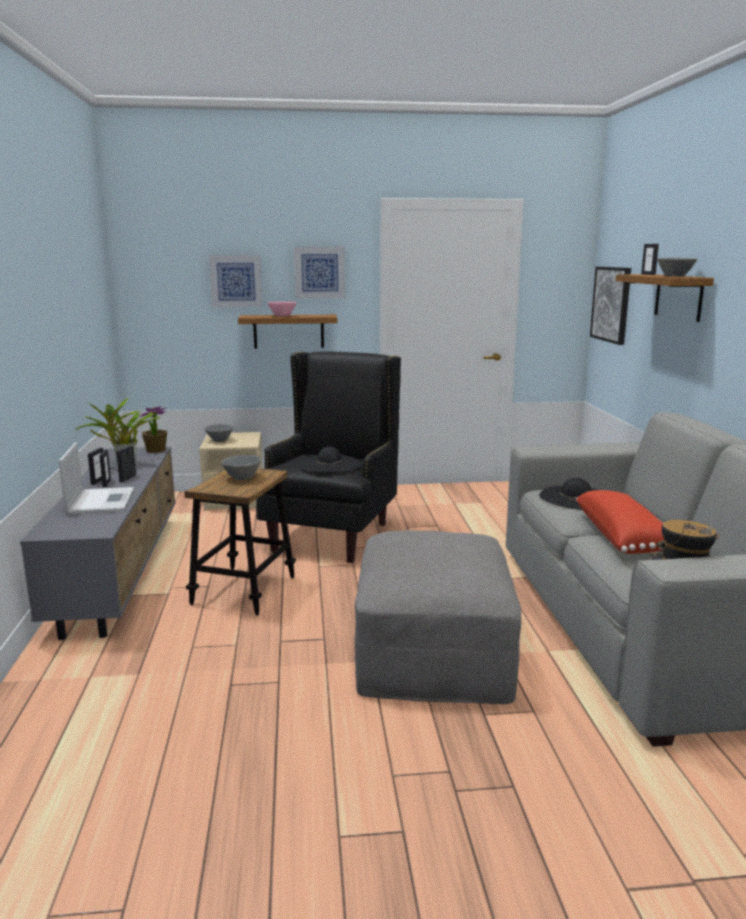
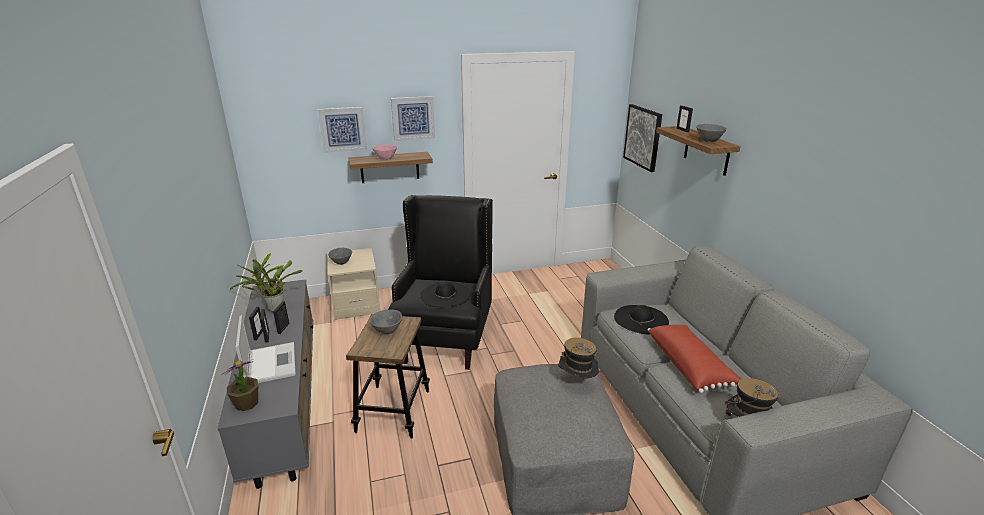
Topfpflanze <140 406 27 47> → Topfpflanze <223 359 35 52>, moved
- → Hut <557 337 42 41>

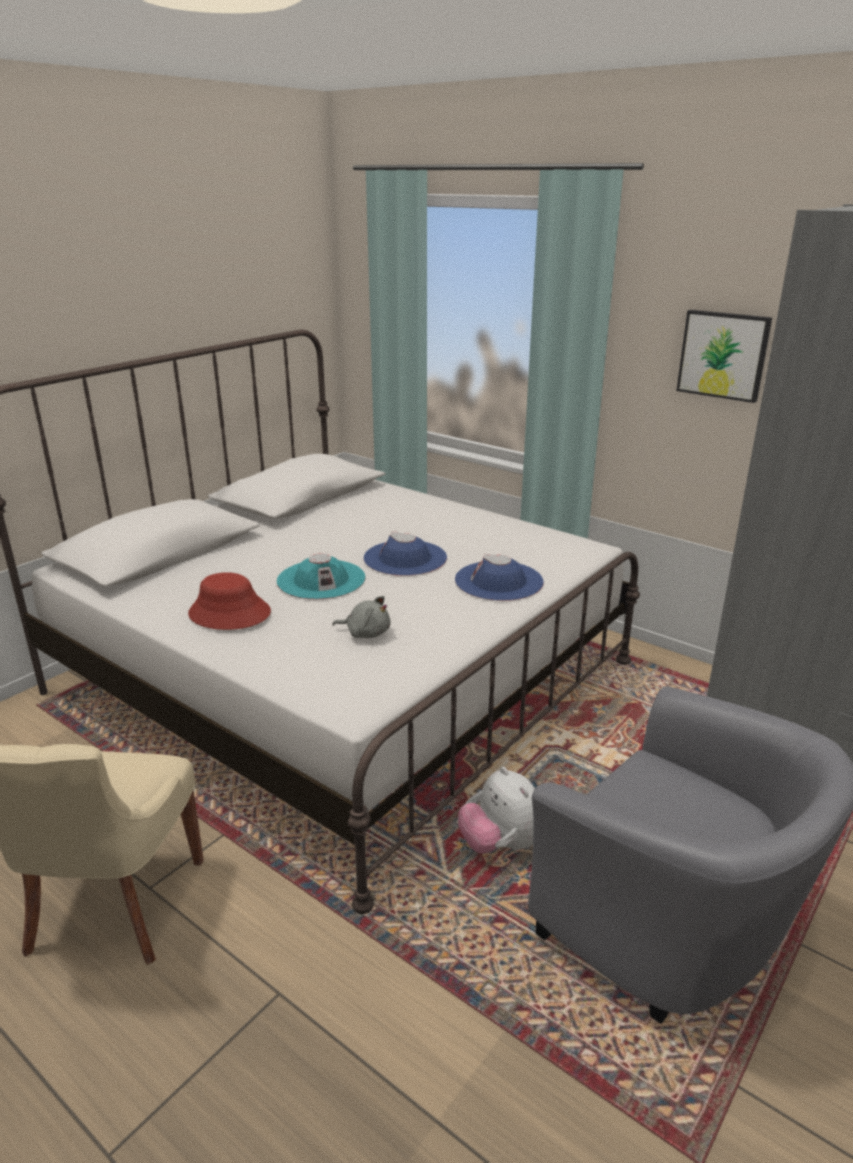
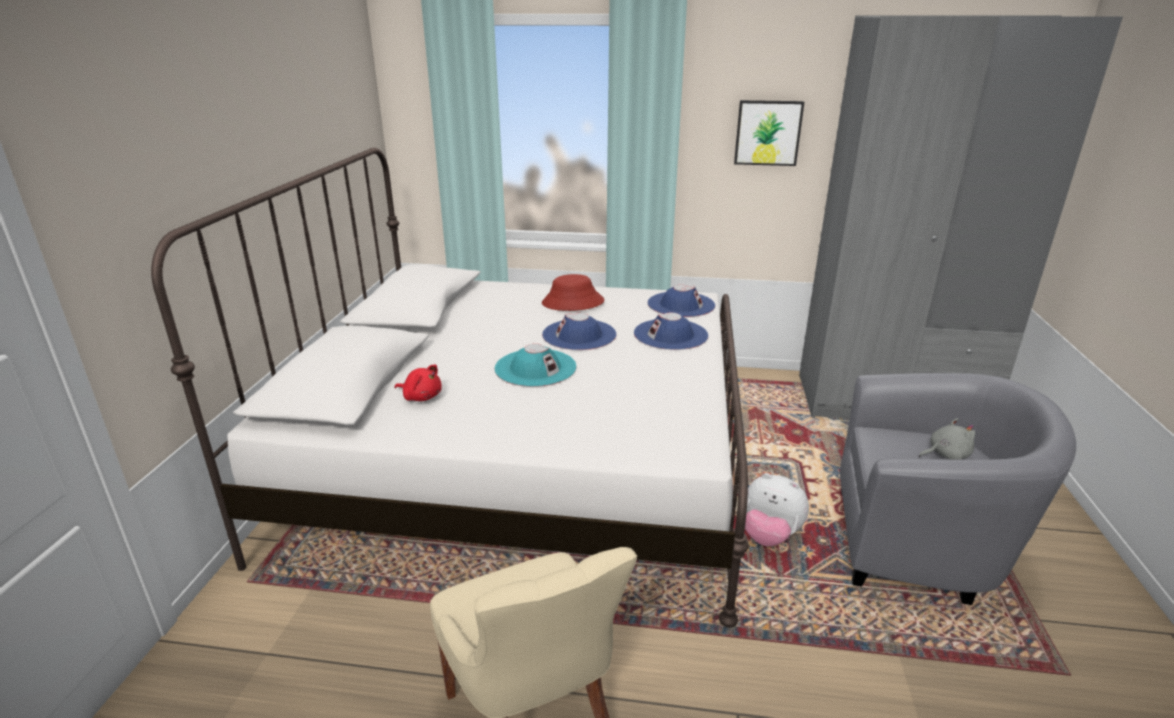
Hut/rot <188 572 83 58> → Hut/rot <542 274 62 37>, moved
Plüschtier/grau <332 596 59 42> → Plüschtier/grau <919 418 56 42>, moved
- → Plüschtier/rot <395 364 47 37>
- → Hut/blau <648 285 67 32>

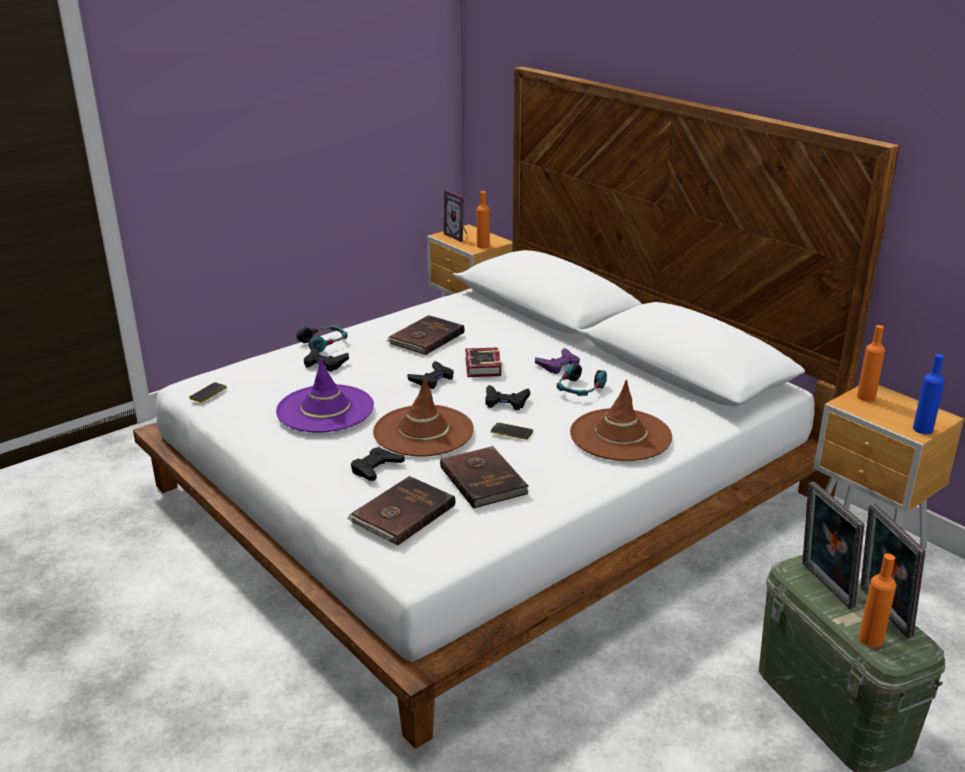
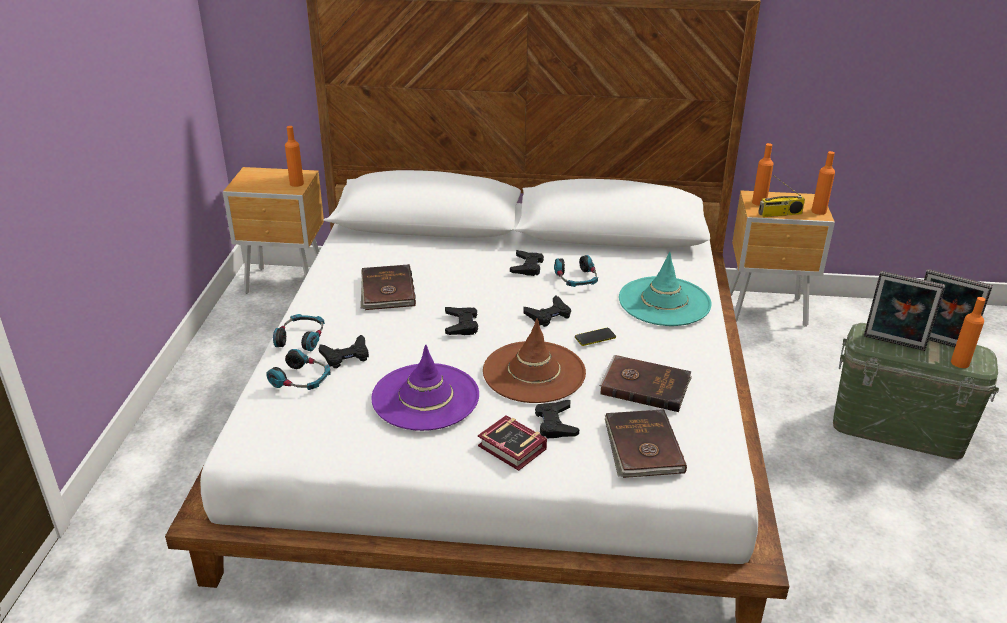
Handy <189 382 38 21> → -
Bilderrahmen <444 190 23 52> → -
Buch <465 348 37 29> → Buch <478 415 69 56>, moved
Gamepad/lila <535 348 45 26> → Gamepad/schwarz <510 250 34 26>
Hut/braun <570 379 102 82> → Hut/türkis <619 251 93 75>
Flasche/blau <913 354 32 80> → Flasche/orange <811 151 24 64>
- → Kopfhörer <266 349 65 41>
- → Radio <758 175 47 42>

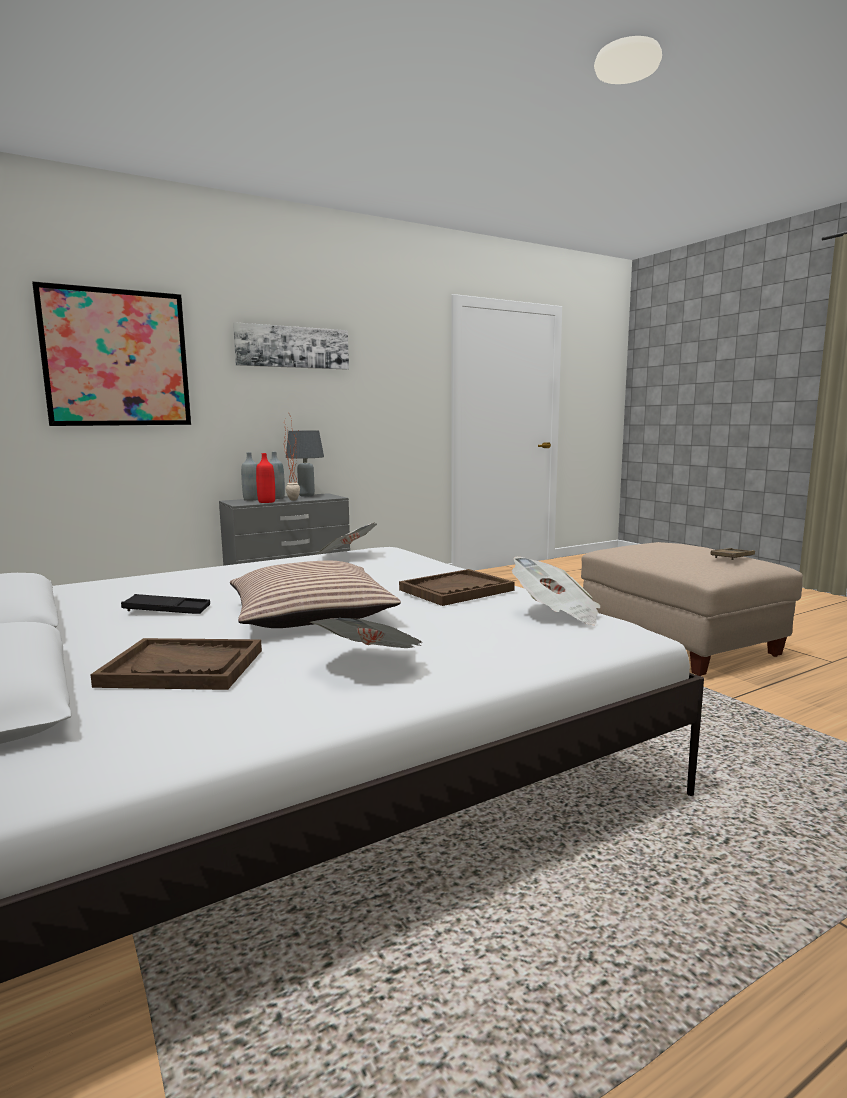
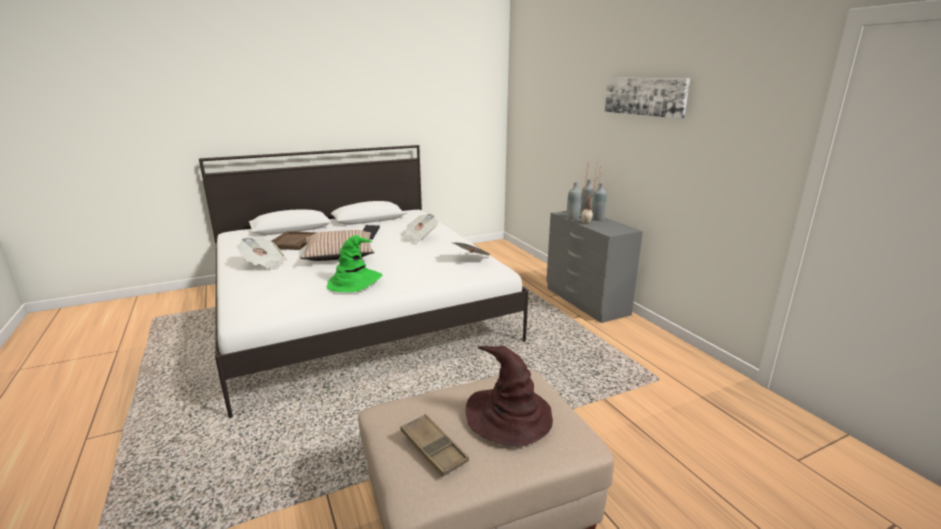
Bild <32 281 159 145> → -
Flasche/rot <256 453 19 50> → Flasche/grau <567 182 15 38>
Tischlampe/grau <286 430 38 67> → -
Tablett/braun <399 569 116 37> → Hut/grün <327 235 56 57>
Zeitung <512 556 88 70> → Zeitung <400 214 38 29>, moved
- → Hut/braun <466 346 87 101>

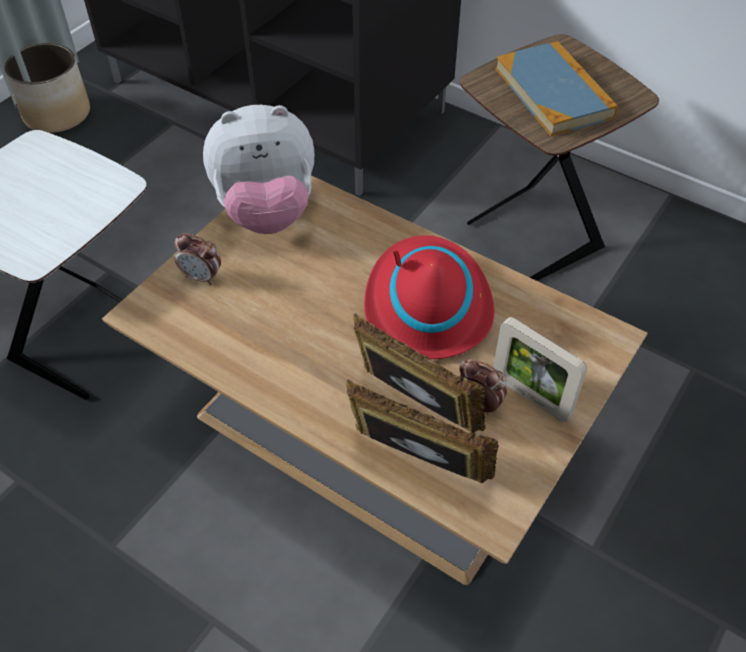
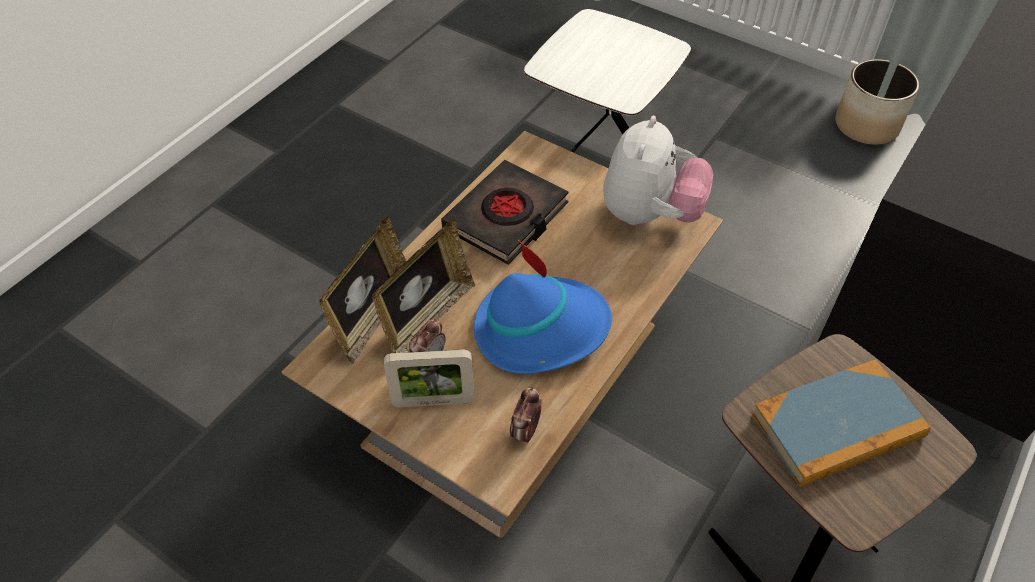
Wecker <174 233 47 52> → Wecker <510 387 32 56>, moved
Plüschtier <203 105 111 129> → Plüschtier <603 116 110 109>, 150 degrees counterclockwise
Hut/rot <364 235 130 124> → Hut/blau <474 240 138 134>
Bilderrahmen <493 317 94 105> → Bilderrahmen <384 349 90 58>, 135 degrees counterclockwise
- → Buch/schwarz <441 160 128 105>

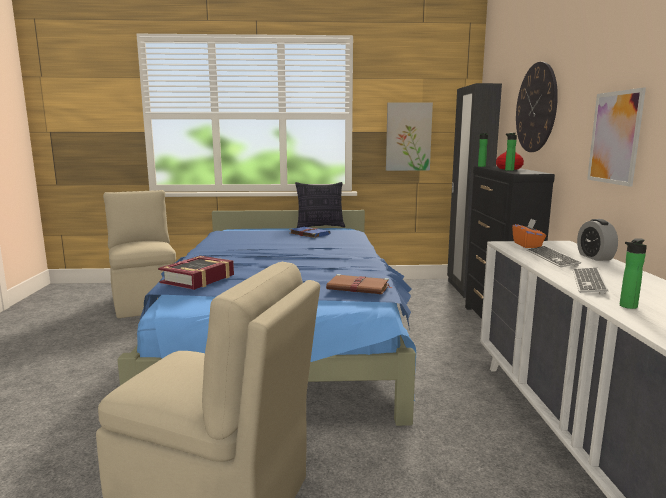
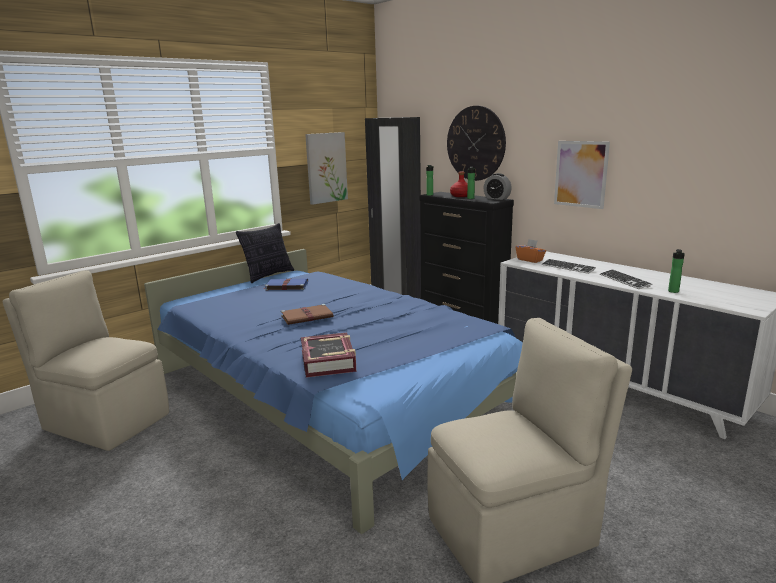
Buch/braun <326 274 65 20> → Buch/braun <281 304 52 21>, moved
Wecker <577 219 41 42> → Wecker <484 173 28 27>, moved

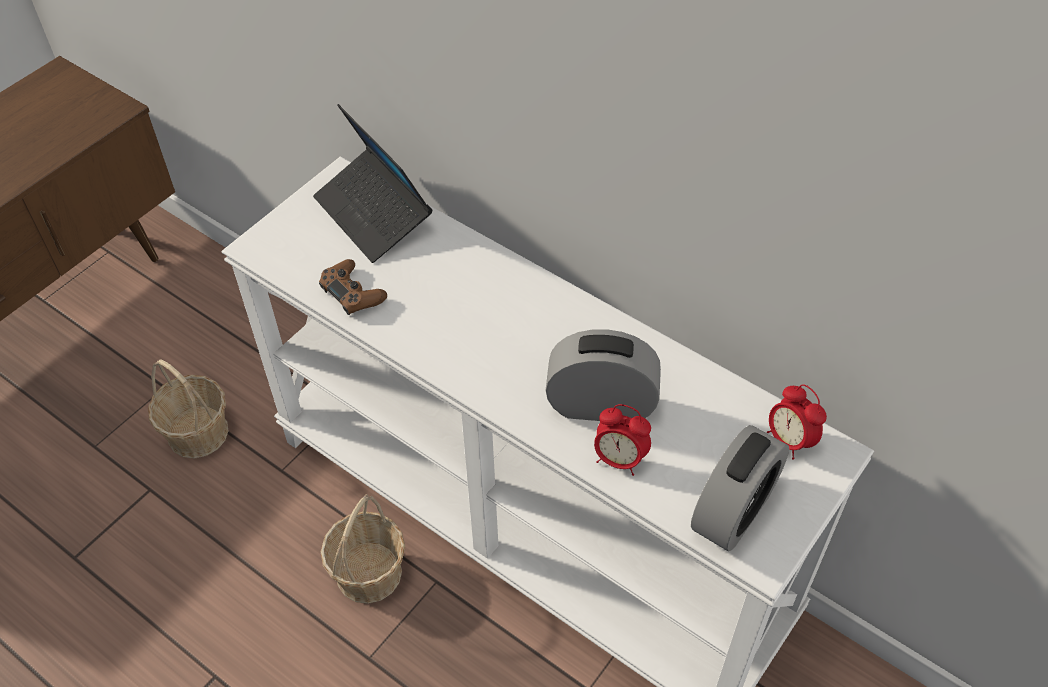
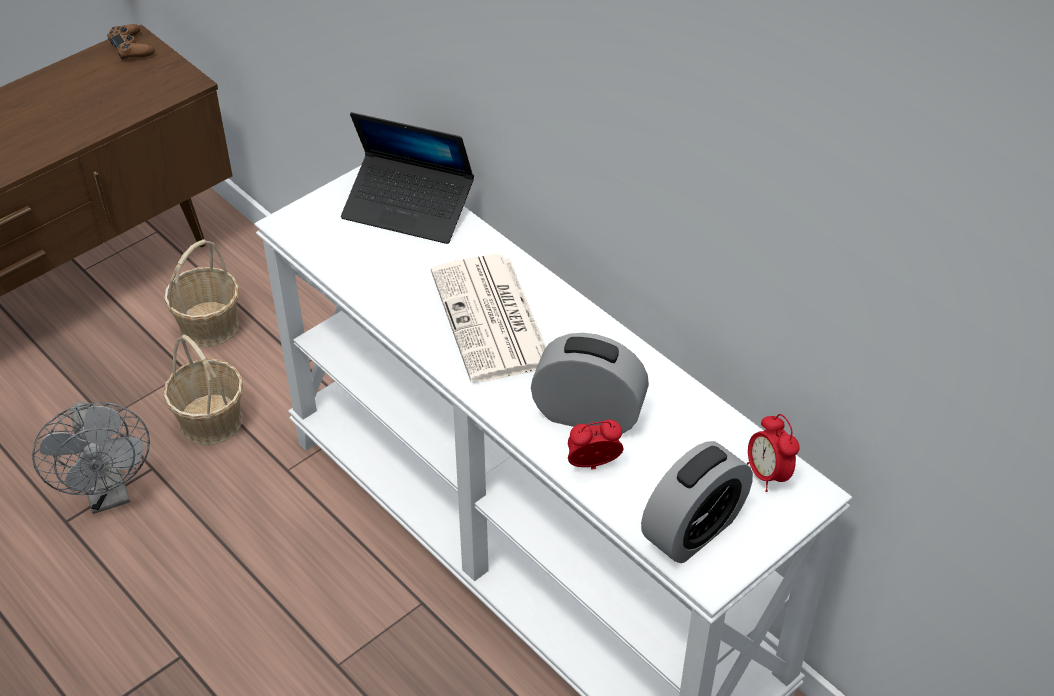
Laptop <313 104 119 159> → Laptop <341 112 133 132>, 45 degrees counterclockwise
Gamepad/braun <319 259 68 56> → Gamepad/braun <107 24 48 37>, moved
Korb <321 494 84 110> → Korb <164 240 75 107>, moved
Wecker <594 404 57 72> → Wecker <568 420 55 50>, 135 degrees clockwise
- → Ventilator/grau <32 402 118 112>
- → Zeitung <431 254 115 128>

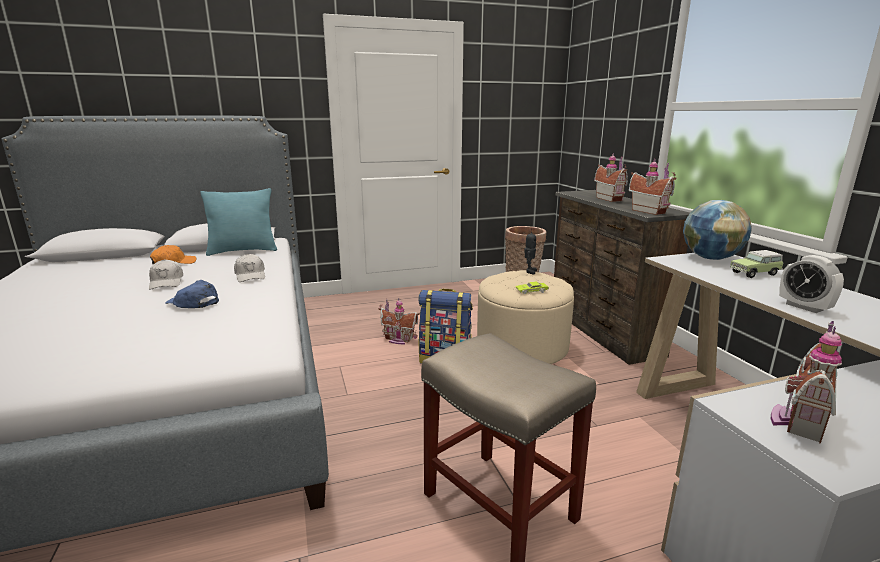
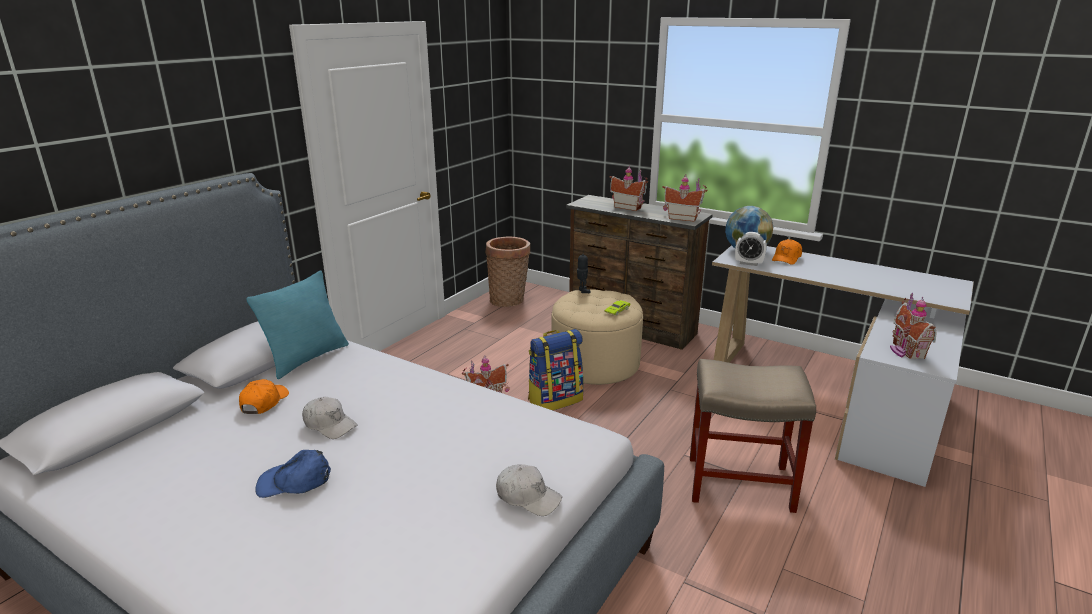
Kappe/blau <165 280 54 28> → Kappe/blau <255 450 76 48>, moved
Kappe/weiß <234 254 31 28> → Kappe/weiß <496 464 66 52>, moved
Spielzeugauto <730 250 53 28> → Kappe/orange <772 239 30 26>
Wecker <779 255 65 58> → Wecker <735 232 32 34>, moved

